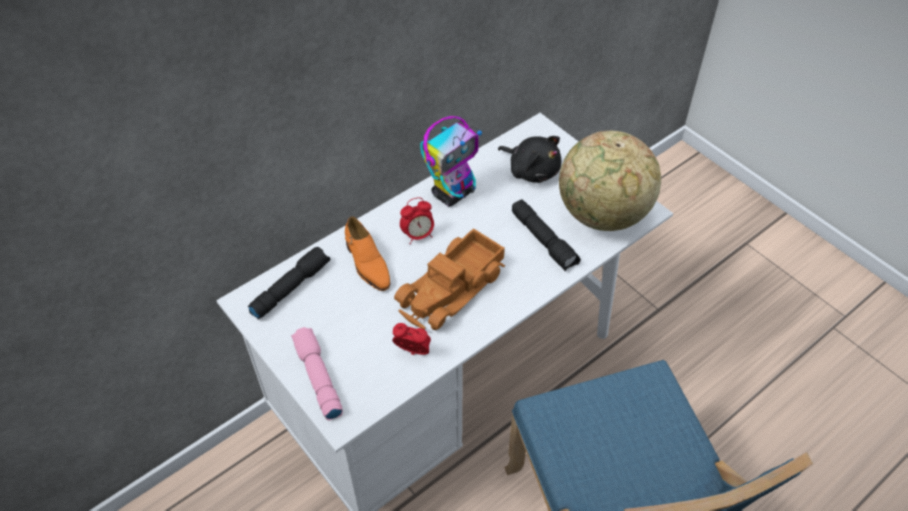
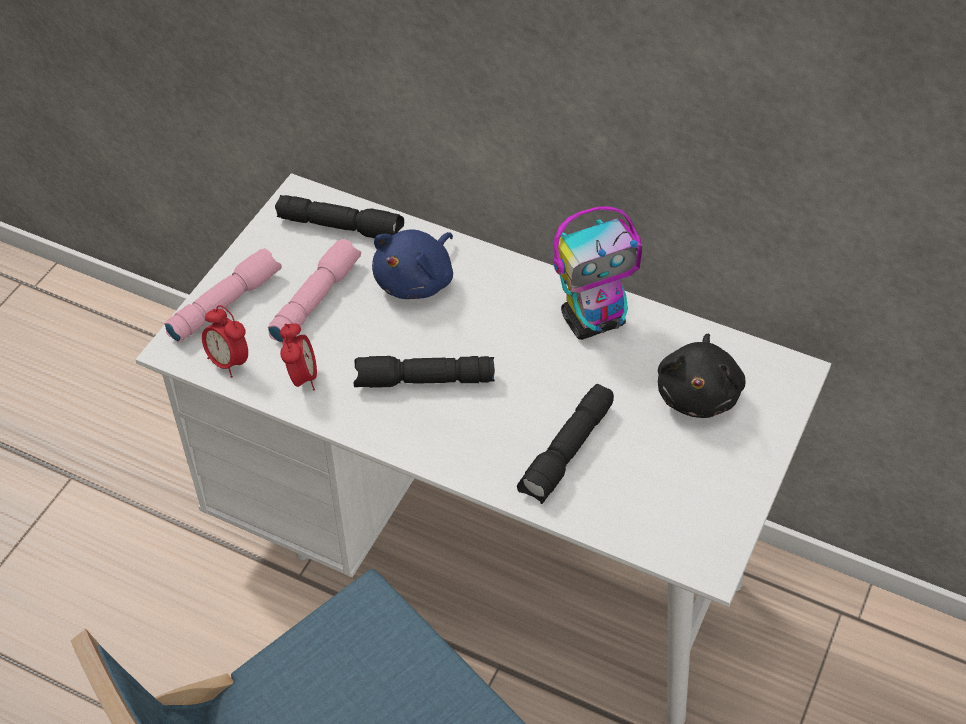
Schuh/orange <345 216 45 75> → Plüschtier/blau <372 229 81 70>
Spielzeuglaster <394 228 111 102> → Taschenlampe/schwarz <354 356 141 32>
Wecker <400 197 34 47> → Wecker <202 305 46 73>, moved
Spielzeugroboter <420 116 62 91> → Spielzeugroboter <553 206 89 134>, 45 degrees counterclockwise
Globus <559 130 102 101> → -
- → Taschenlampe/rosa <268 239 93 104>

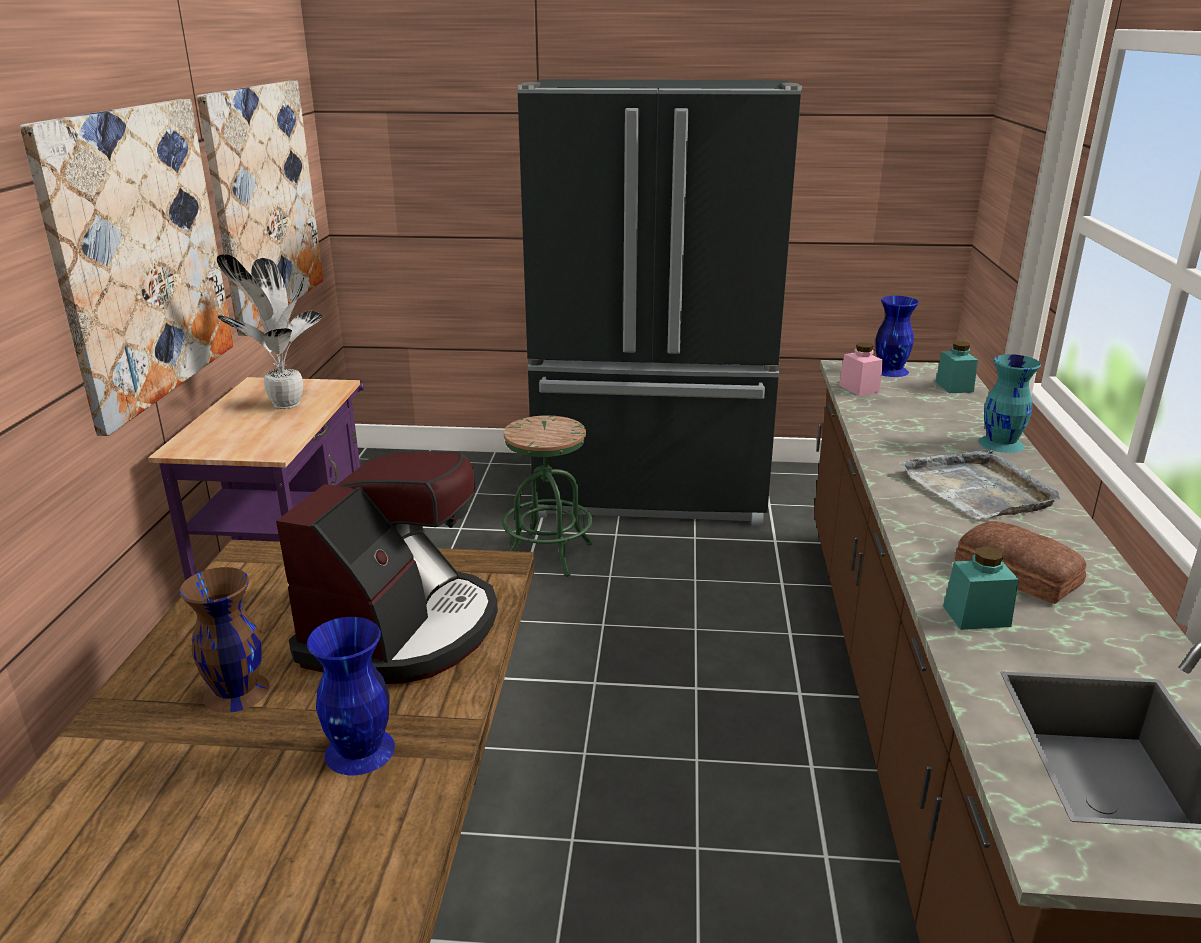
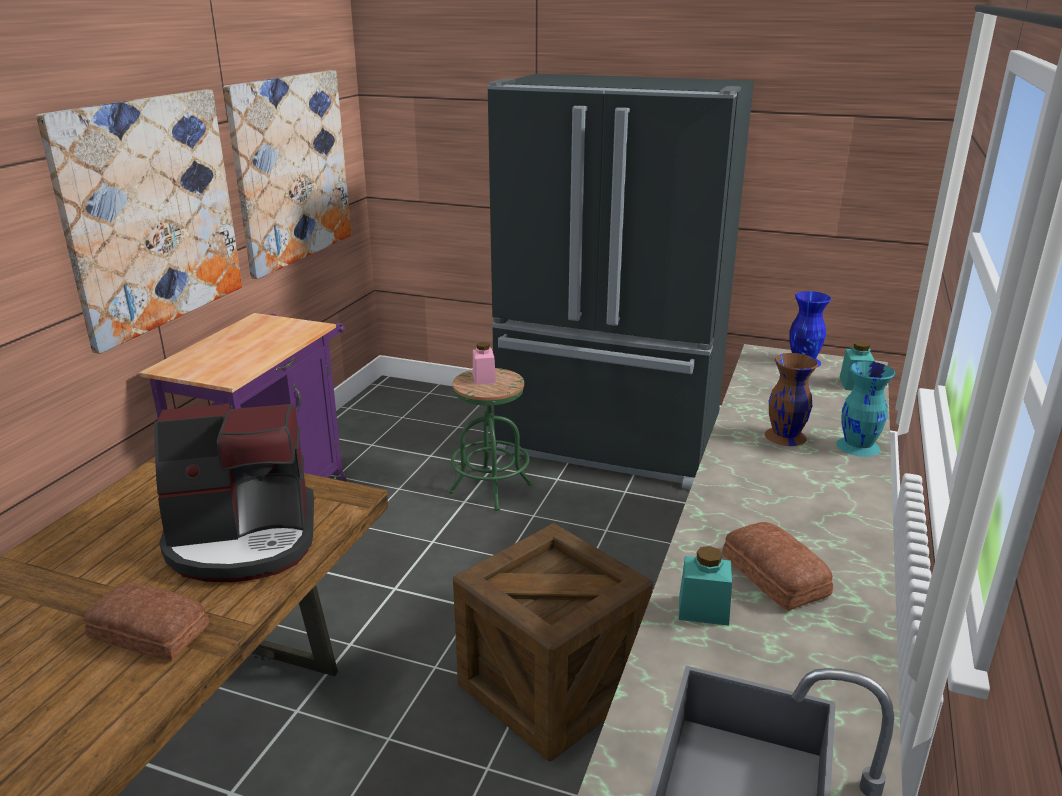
Vase/braun <179 567 91 146> → Vase/braun <765 353 53 93>, moved
Topfpflanze <217 254 105 155> → -
Kaffeemaschine <276 451 222 233> → Kaffeemaschine <154 403 160 179>, 45 degrees clockwise
Vase/blau <307 617 88 158> → Brot <84 583 125 78>
Vorratsglas/rosa <839 343 44 53> → Vorratsglas/rosa <473 342 23 42>, moved
Tablett/grau <900 450 160 69> → -
- → Kiste <453 523 200 238>

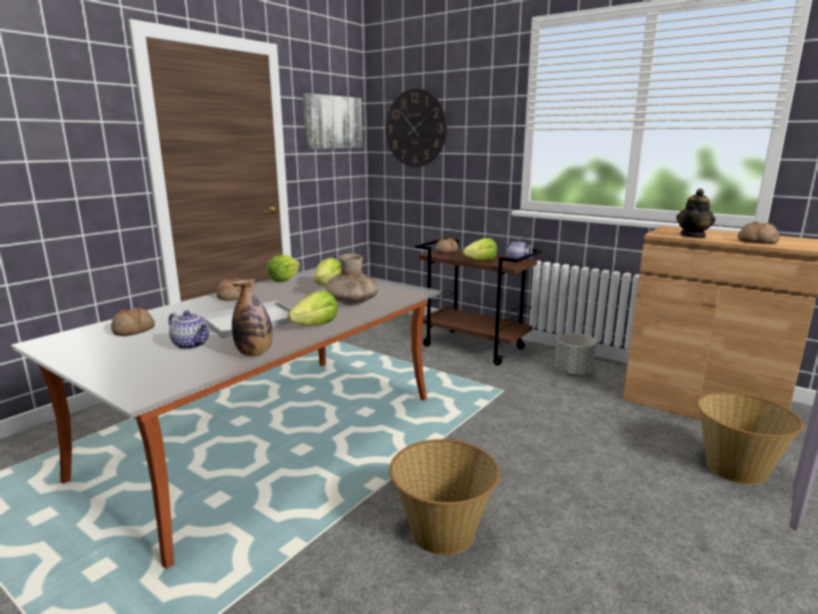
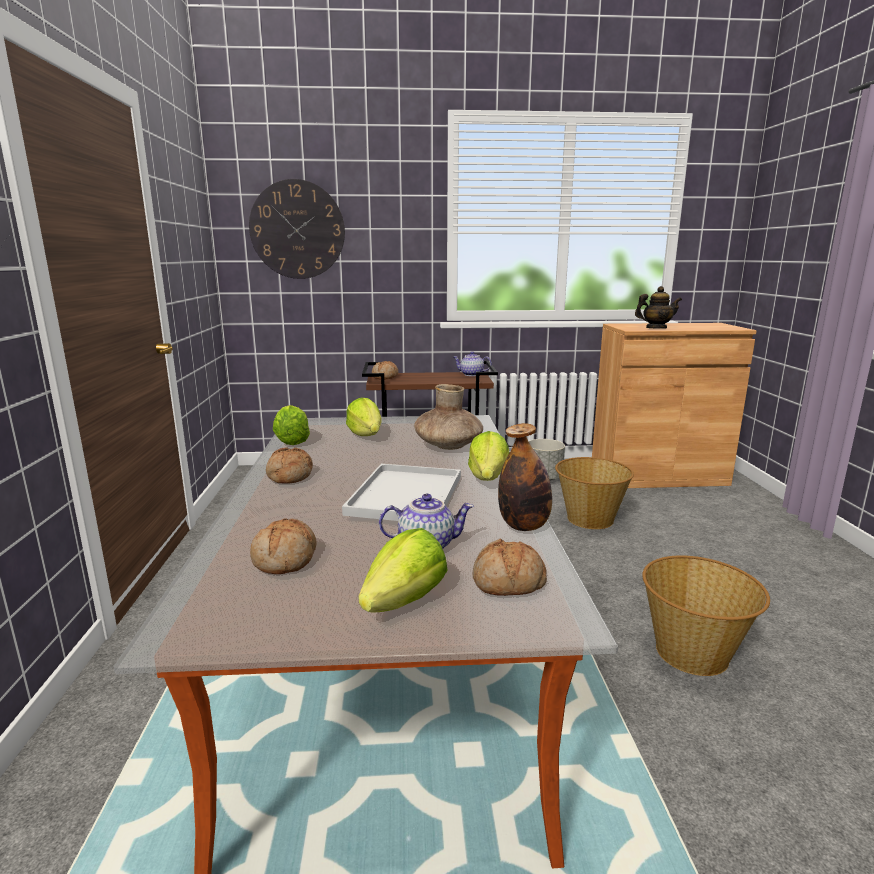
Bild <303 93 60 56> → -
Salatkopf <463 238 34 23> → Salatkopf <359 528 89 84>, moved
Teekanne <676 189 39 49> → Teekanne <635 286 47 43>, 90 degrees counterclockwise
Korb <696 392 107 93> → Korb <555 457 79 72>, moved
Brot <738 222 42 22> → Brot <473 538 74 58>, moved

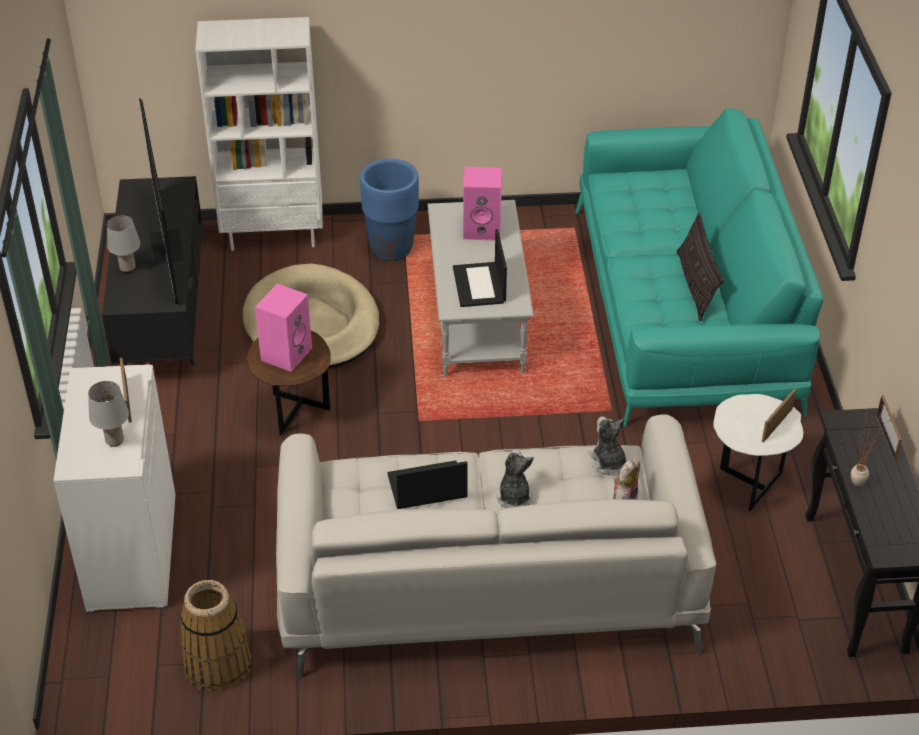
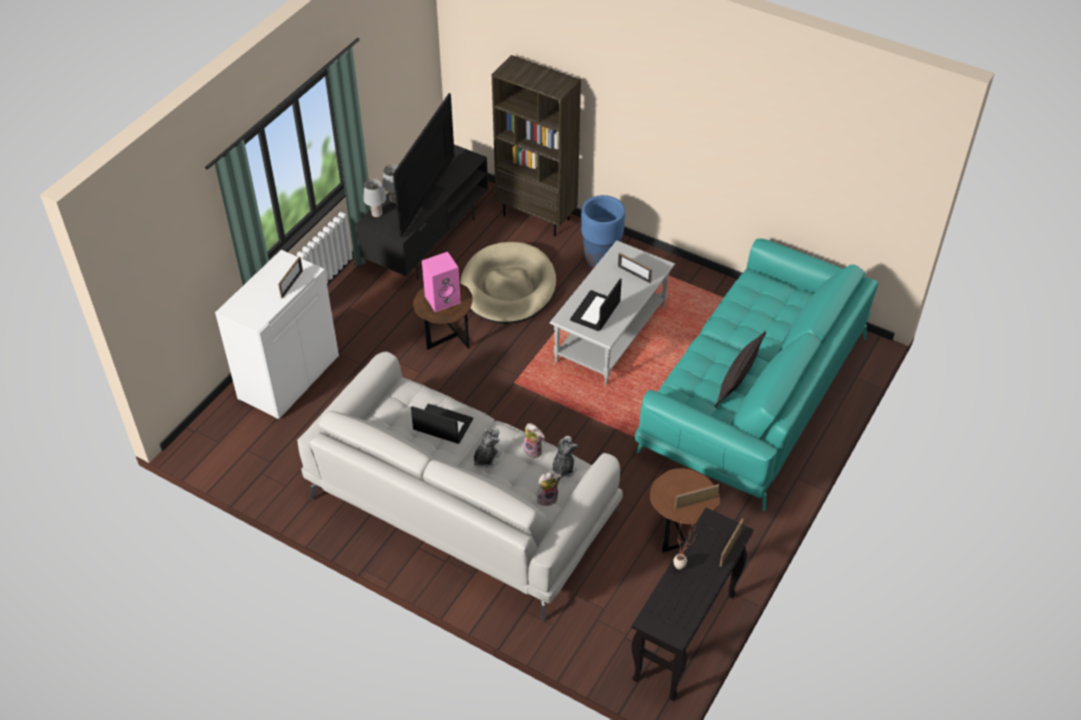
Tischlampe/grau <88 381 41 66> → Tischlampe/grau <363 178 23 40>, moved
Korb <180 580 71 112> → -
Bücherregal/weiß <195 17 128 234> → Bücherregal/braun <492 55 89 181>
Lautsprecher/rosa <463 167 39 73> → Bilderrahmen <618 253 34 30>
Beistelltisch/weiß <713 394 91 117> → Beistelltisch/braun <650 468 70 84>
- → Plüschtier <523 423 22 36>

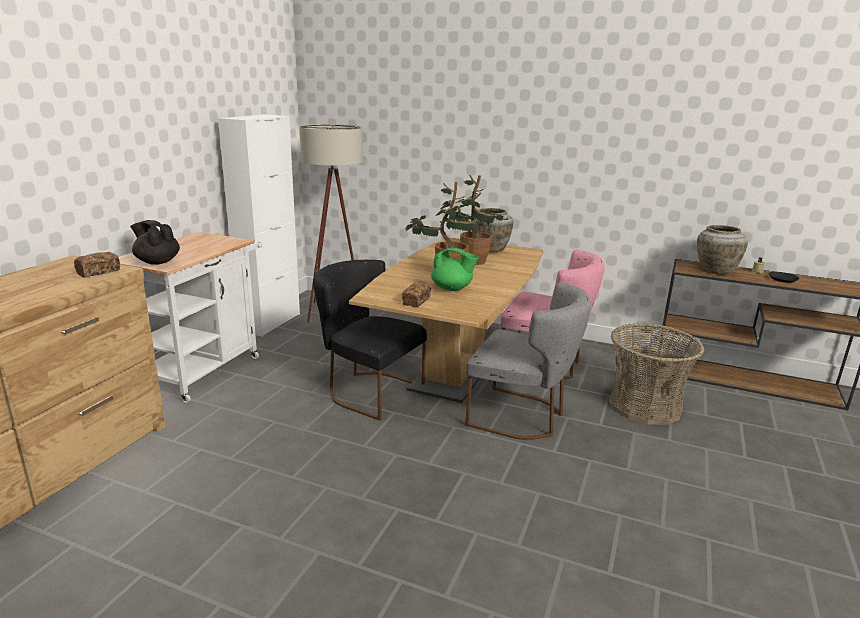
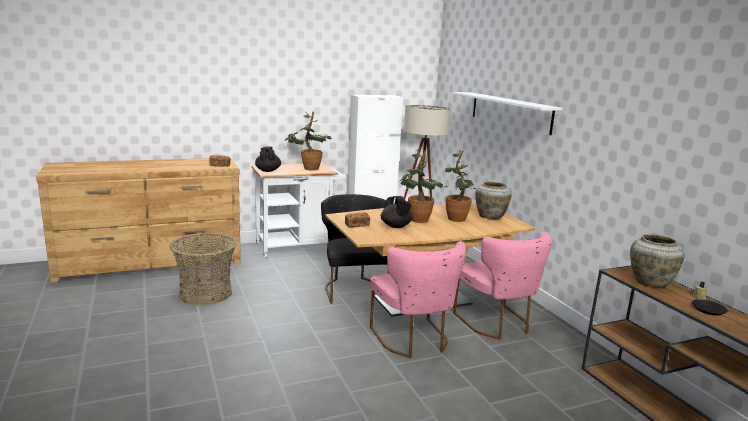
Teekanne/grün <431 248 48 43> → Teekanne/schwarz <381 196 32 32>
Stuhl/grau <465 282 126 158> → Stuhl/rosa <370 241 96 117>
Korb <609 323 96 102> → Korb <170 233 67 72>, moved
- → Topfpflanze <285 111 47 59>
- → Wandregal/weiß <453 92 110 43>

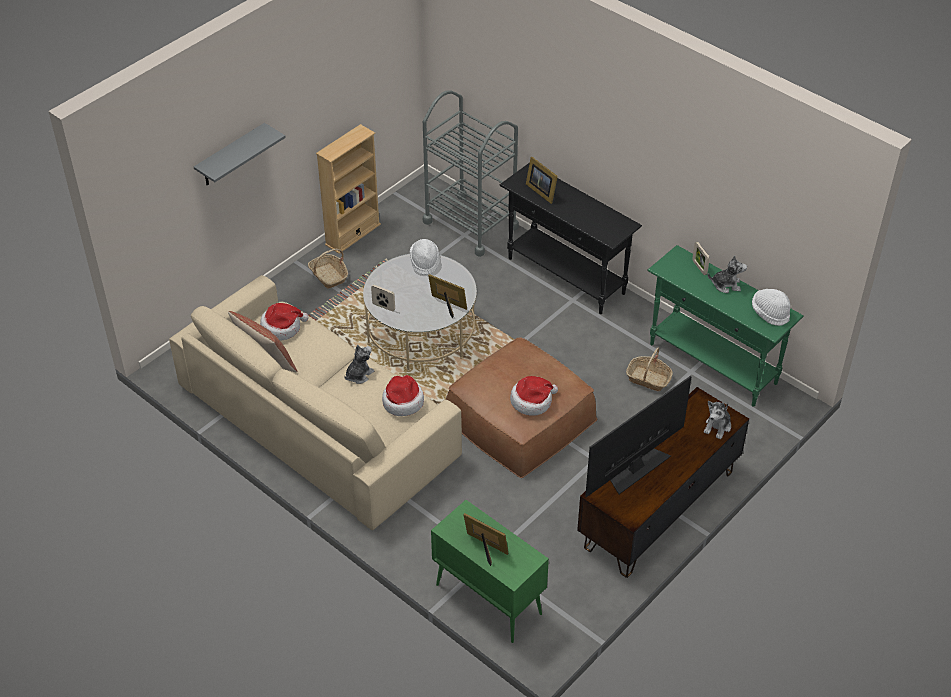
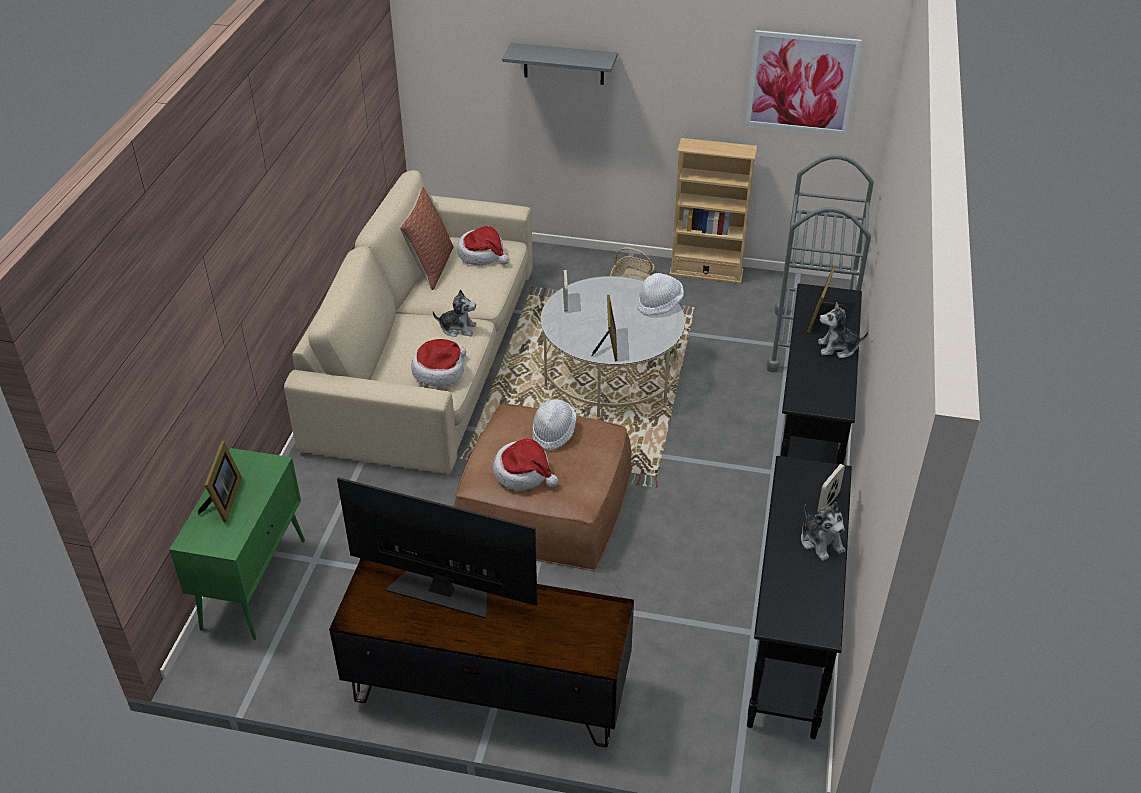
Korb <626 348 47 43> → -
Konsolentisch/grün <647 245 157 162> → Konsolentisch/schwarz <747 456 105 283>
Plüschtier <704 401 27 38> → Plüschtier <818 302 50 56>, moved
Hut/weiß <752 289 38 37> → Hut/weiß <532 399 45 52>, moved
- → Bild <746 30 116 105>

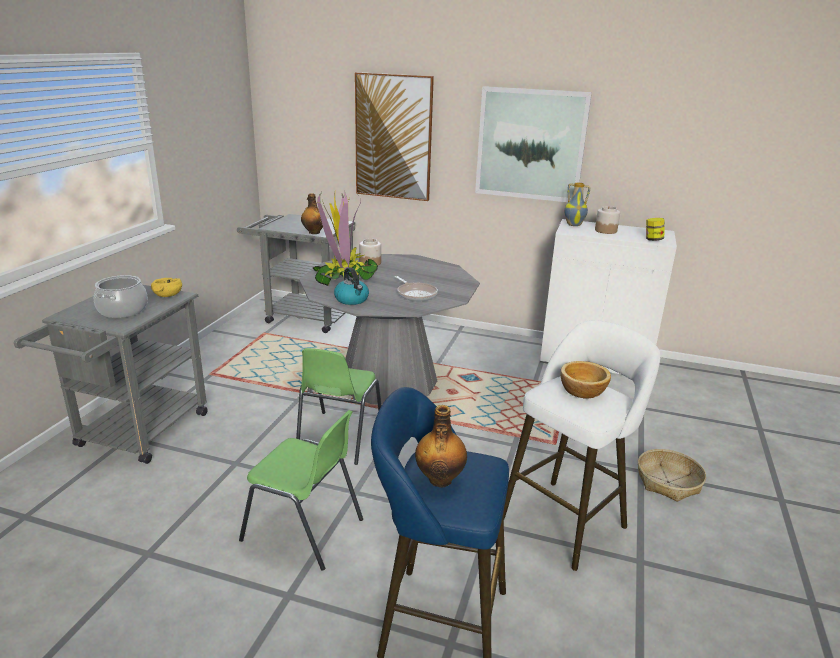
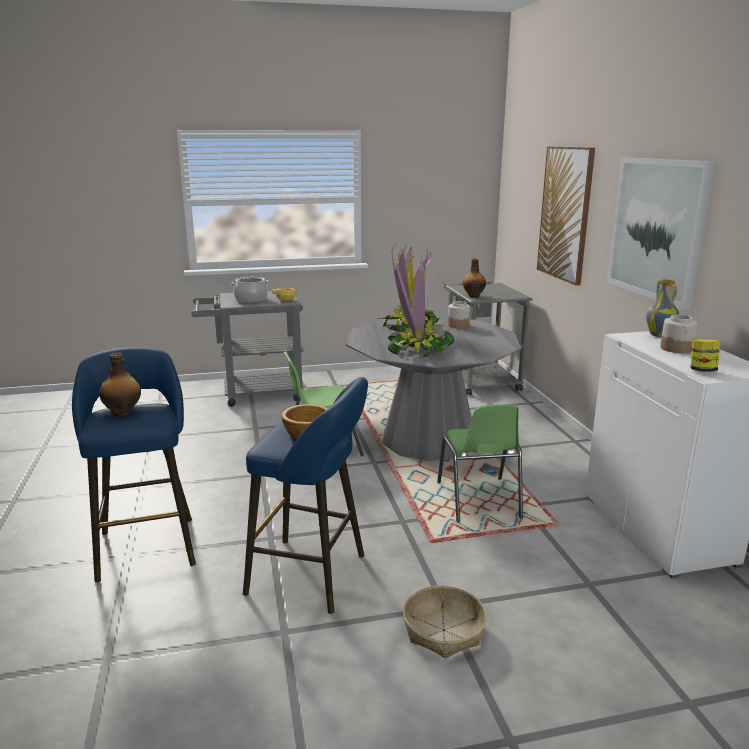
Stuhl/grün <239 410 124 161> → Stuhl/grün <437 404 86 119>, moved
Wasserkessel <334 268 35 37> → -
Pfanne <395 276 43 25> → Topfpflanze <388 257 66 100>
Hocker/weiß <503 320 157 251> → Hocker/blau <243 377 125 237>

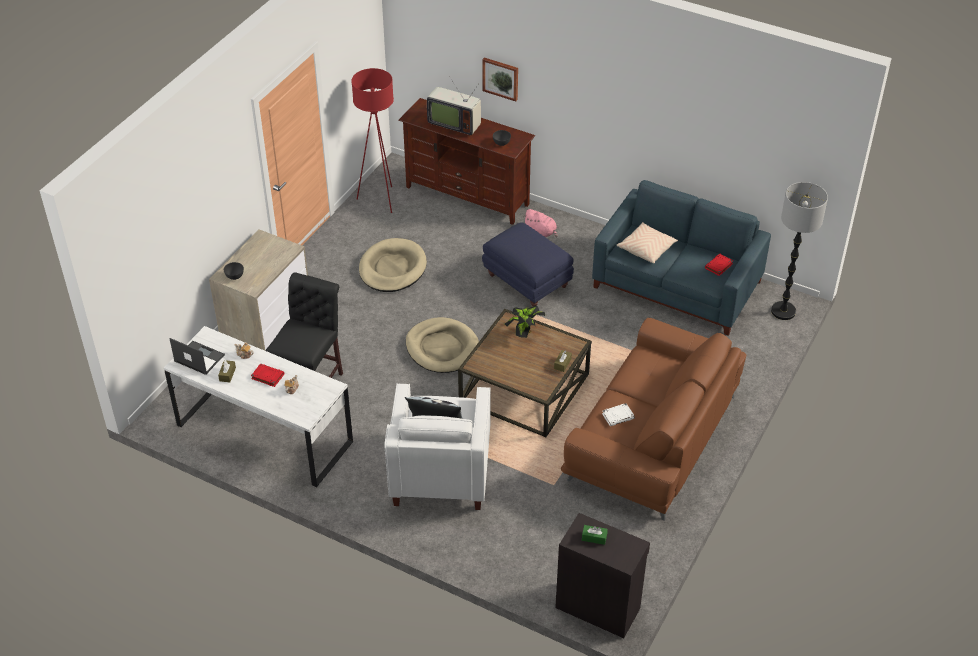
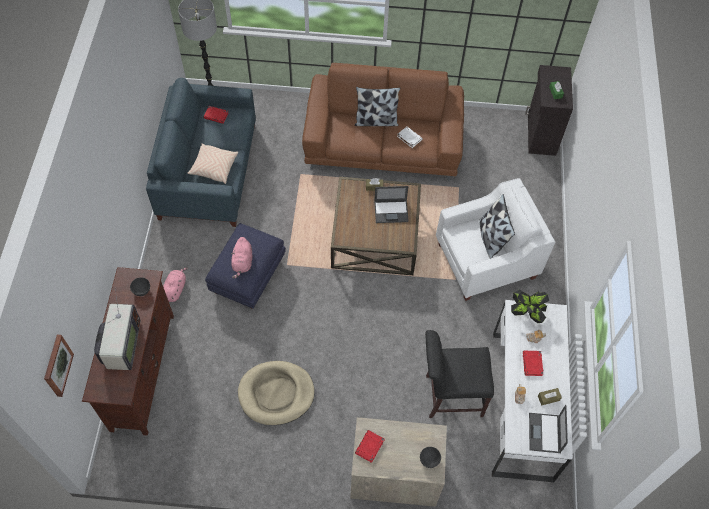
Stehlampe/rot <351 68 43 145> → -
Hundebett/beige <406 317 73 56> → -
Bild <482 57 36 44> → Bild <44 335 30 62>, moved
Topfpflanze <505 306 40 32> → Topfpflanze <511 289 38 34>, moved
- → Plüschtier/rosa <231 237 21 42>
- → Kissen <354 87 46 39>
- → Buch/rot <355 430 29 33>
- → Laptop <374 186 35 37>

